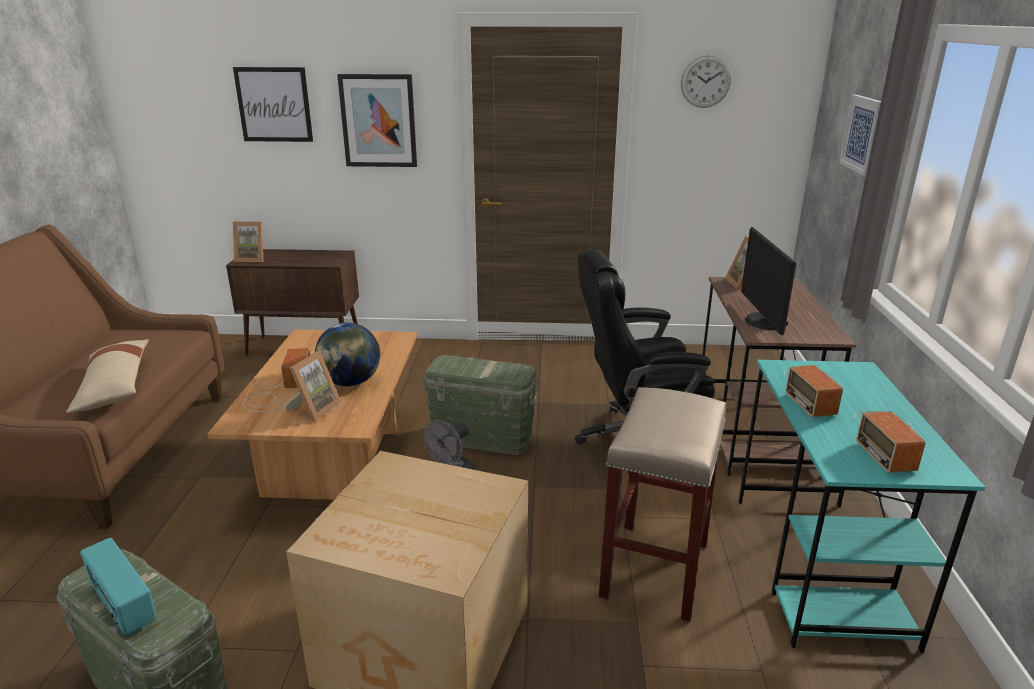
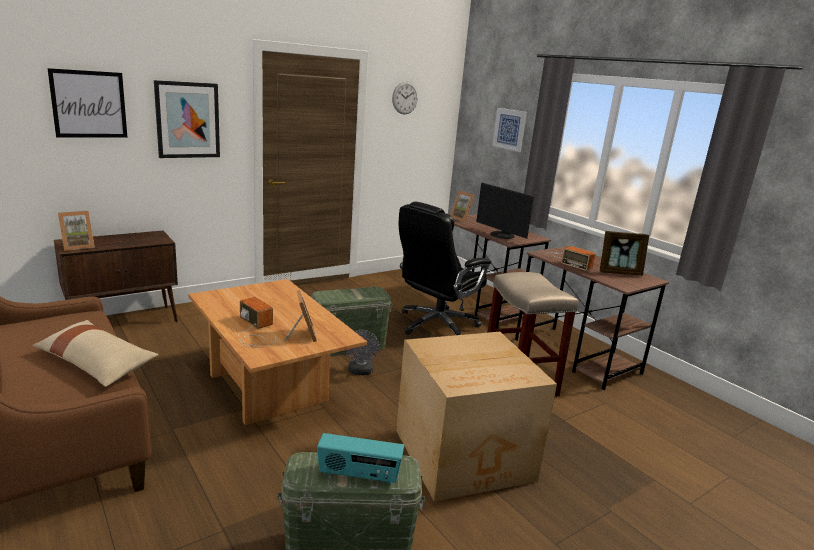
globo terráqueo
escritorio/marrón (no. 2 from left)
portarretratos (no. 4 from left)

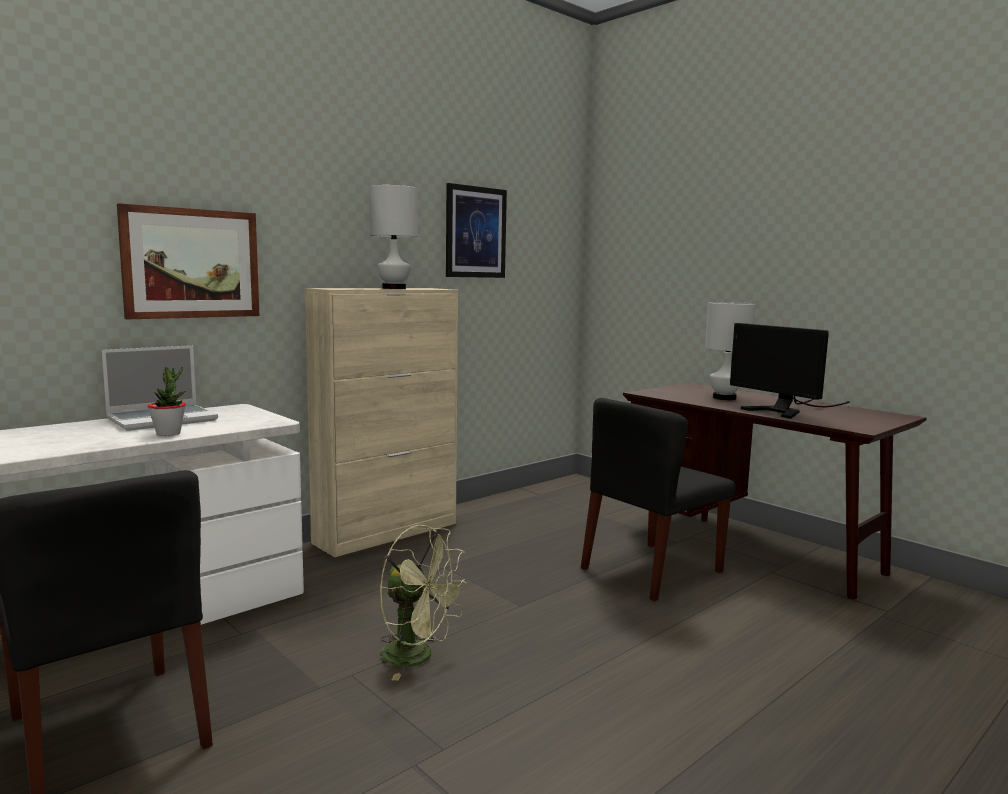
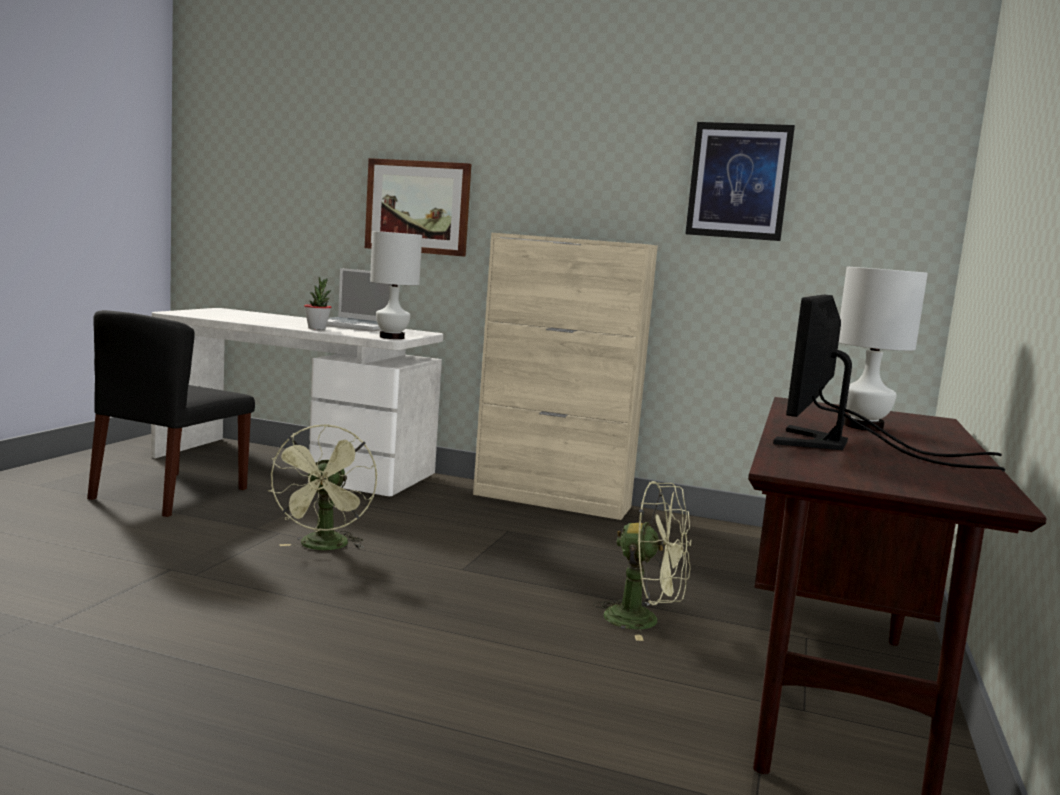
lámpara de mesa/blanco (no. 1 from left)
ventilador/verde (no. 2 from left)

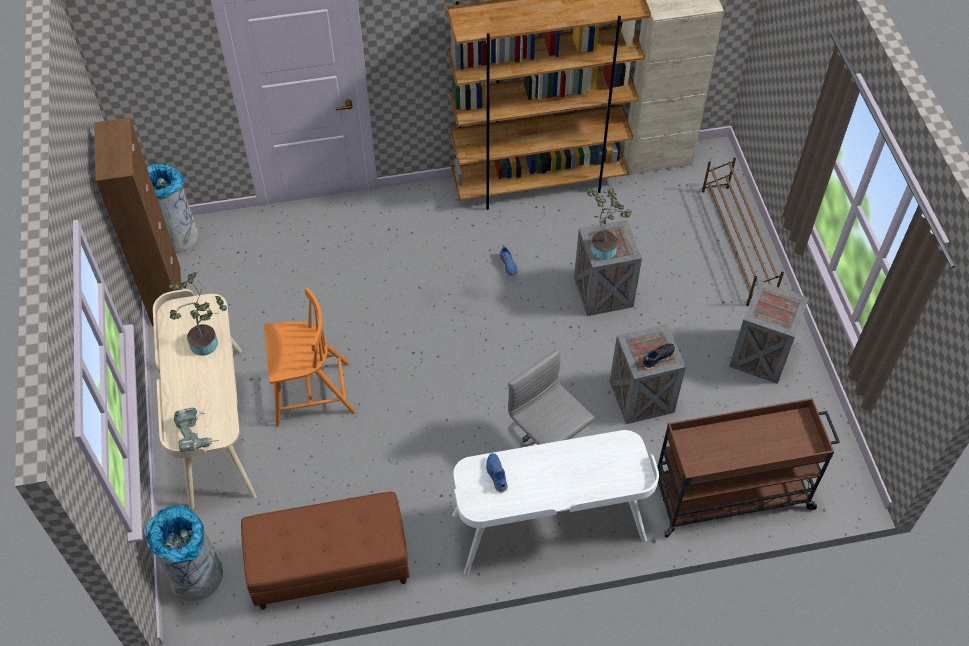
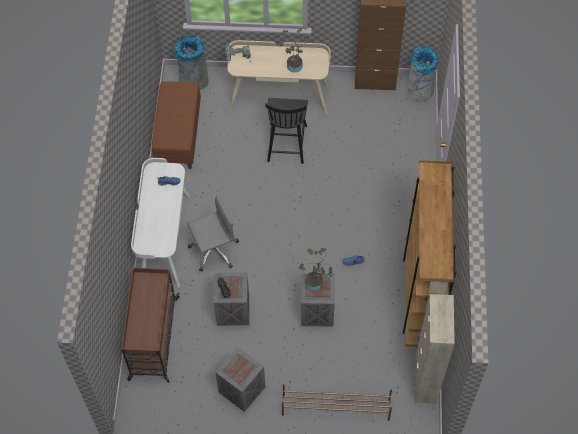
silla/negro

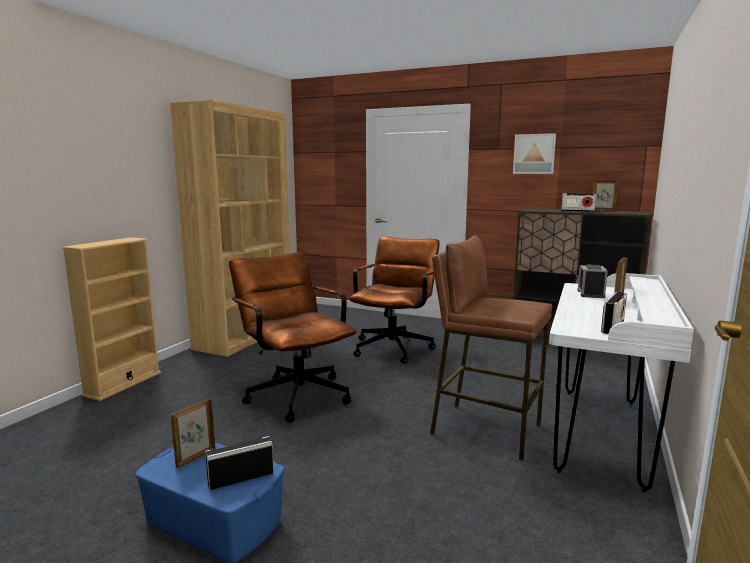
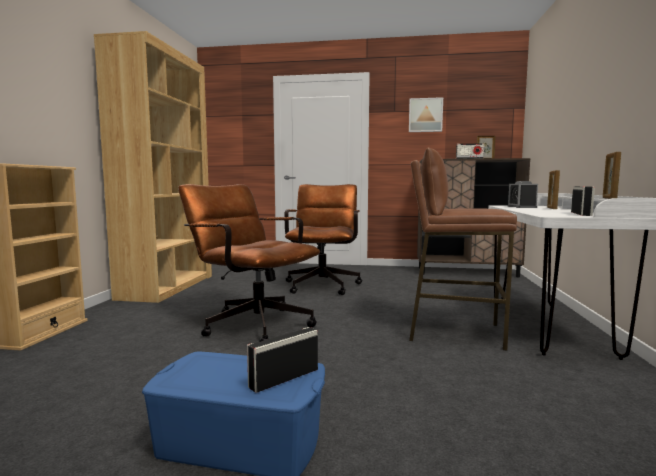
portarretratos (no. 3 from left)

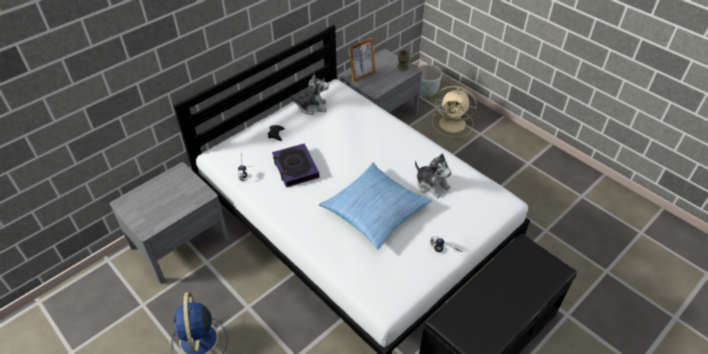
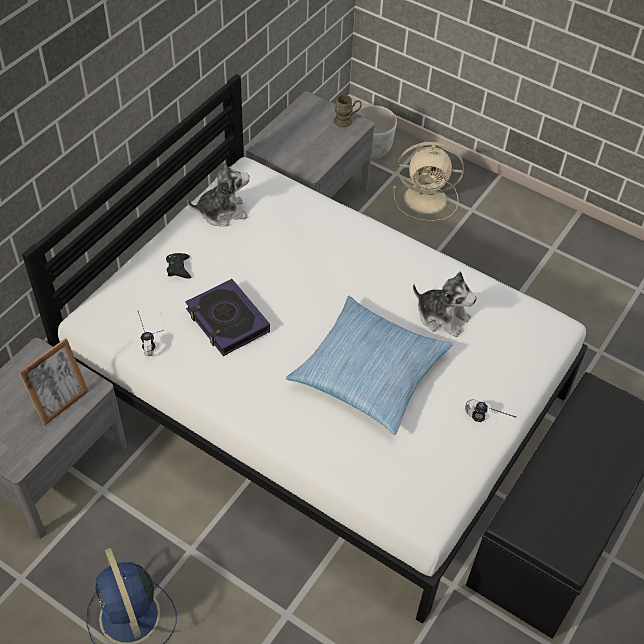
portarretratos

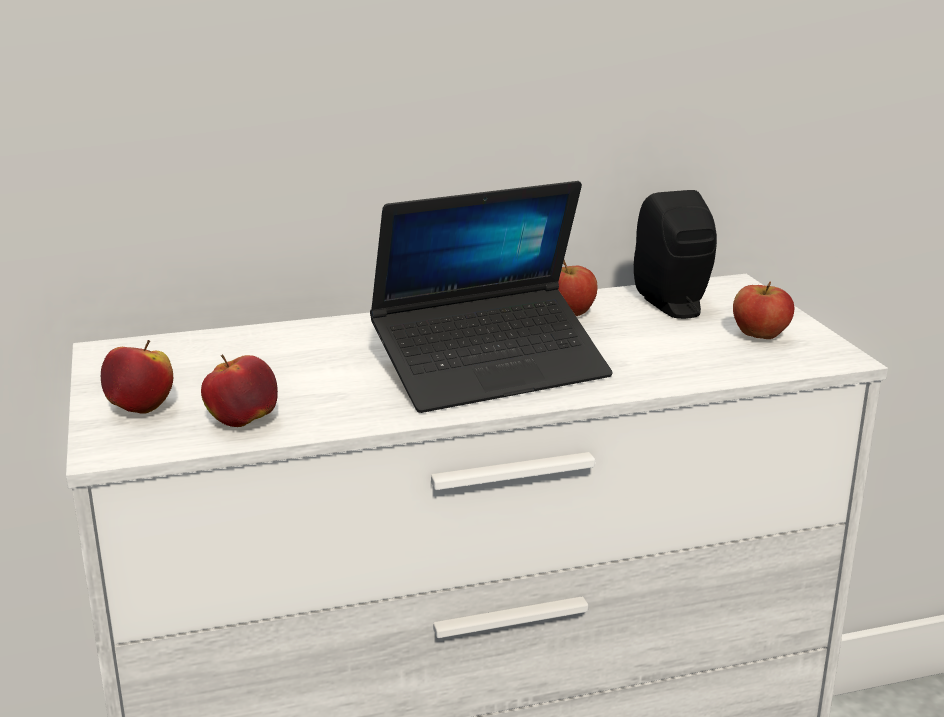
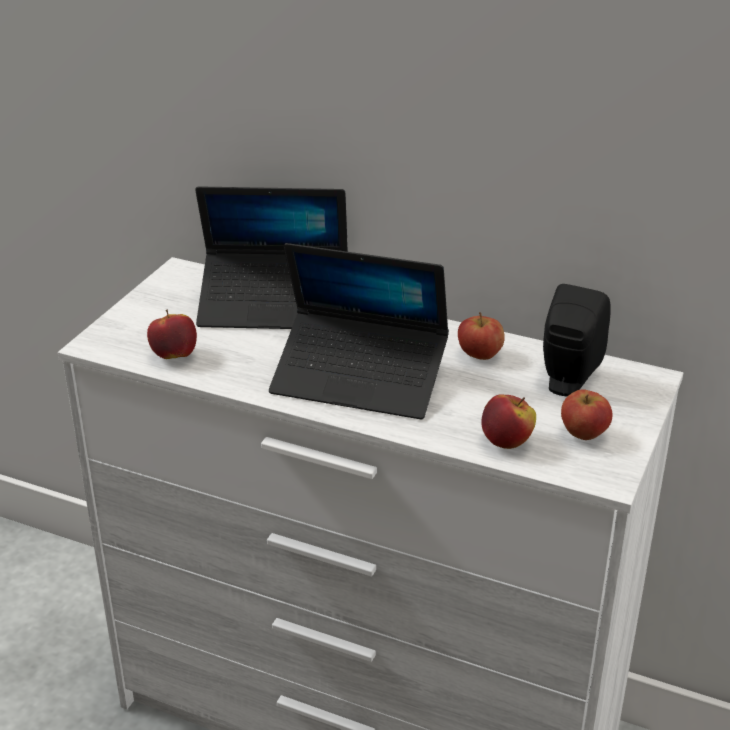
manzana (no. 3 from left)
portátil (no. 1 from left)

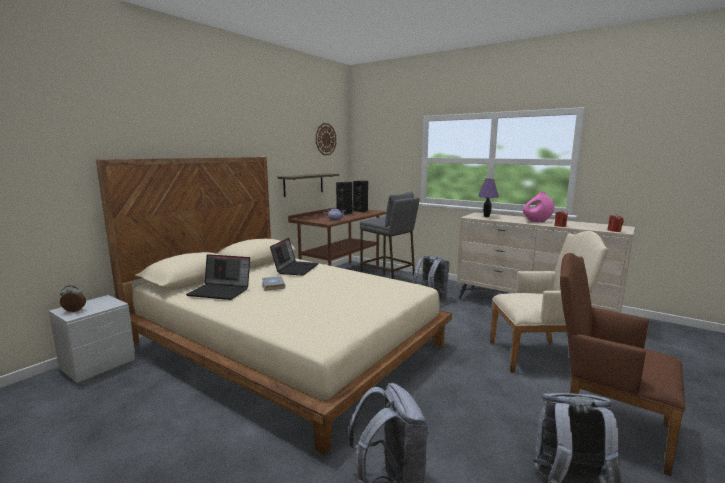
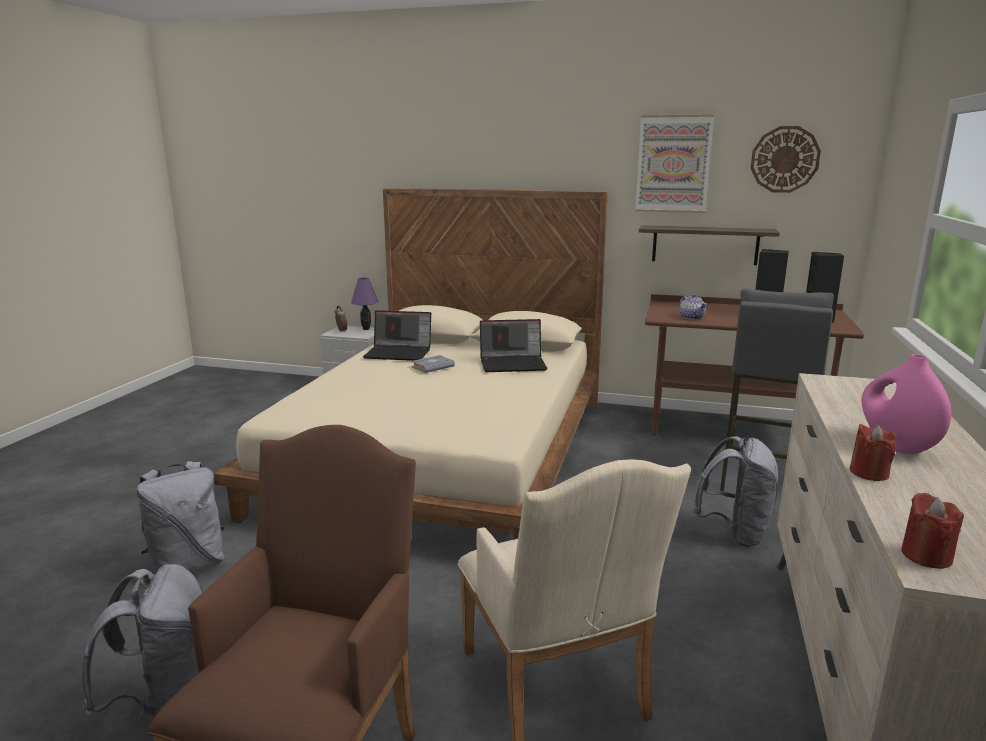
portátil (no. 1 from left)
lámpara de mesa/morado
cuadro

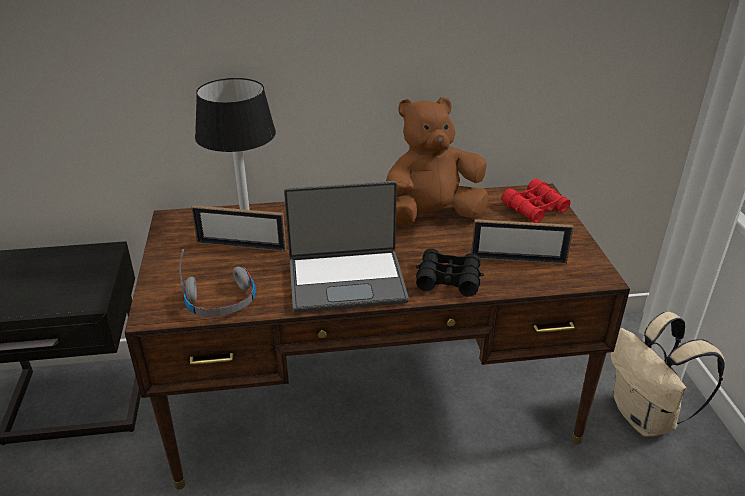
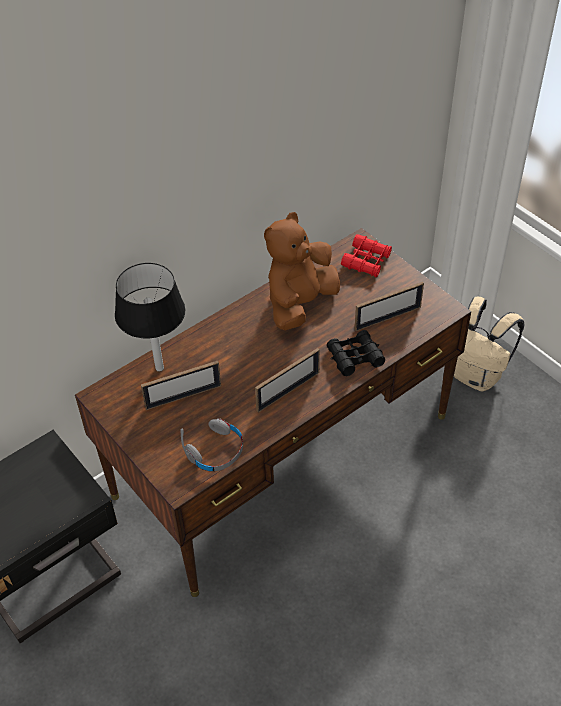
portarretratos (no. 2 from left)

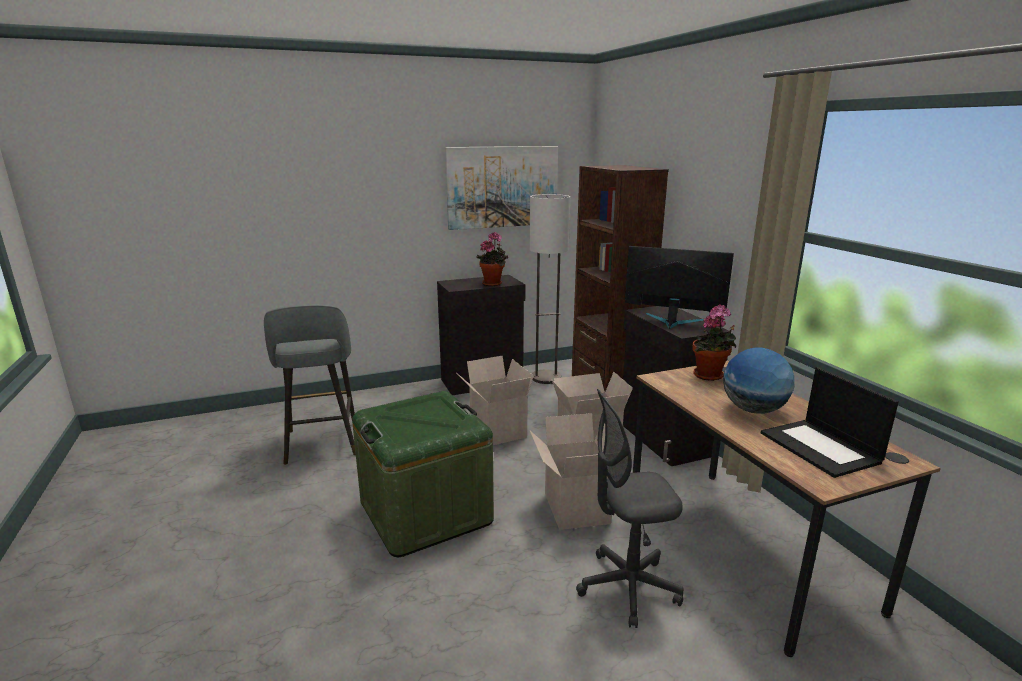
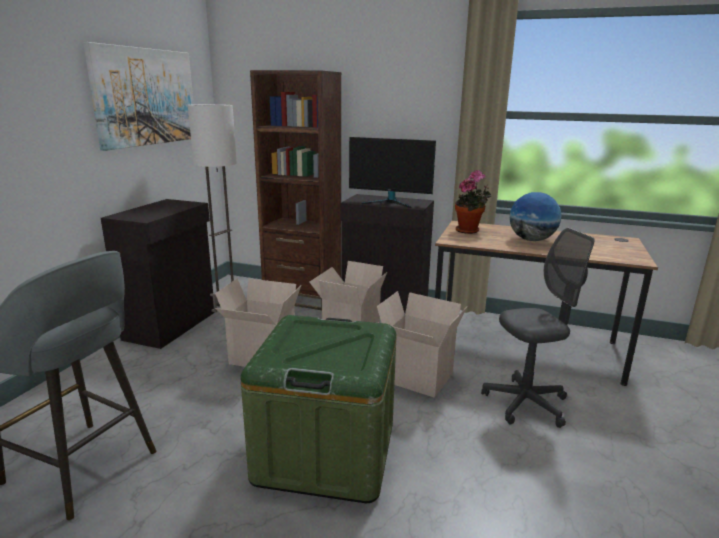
planta en maceta (no. 1 from left in the first image)
silla de oficina/gris
monitor
portátil

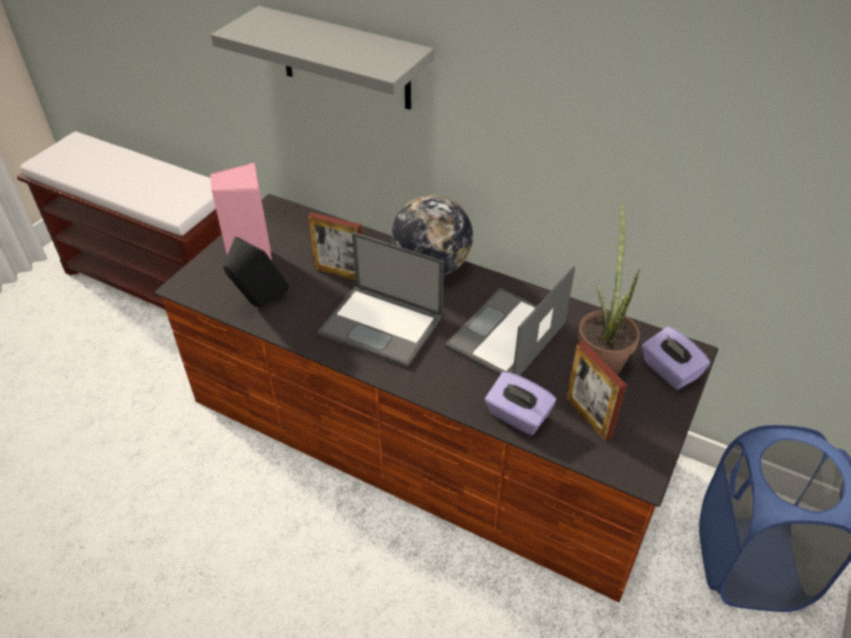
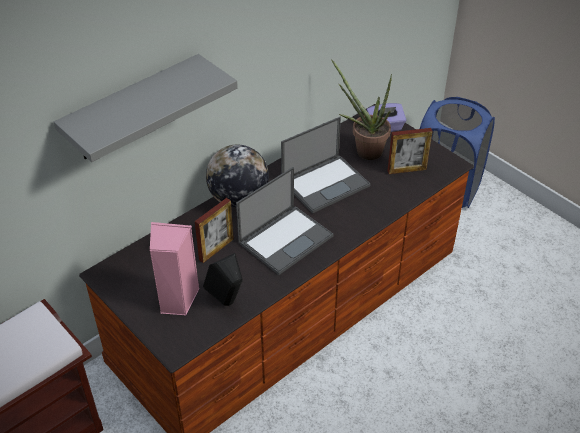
portátil (no. 2 from left)
caja de pañuelos/morado (no. 1 from left in the first image)

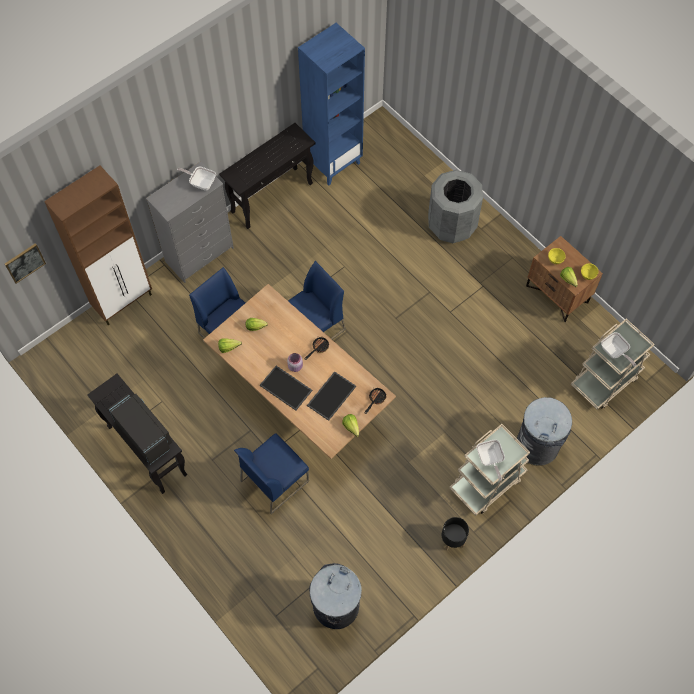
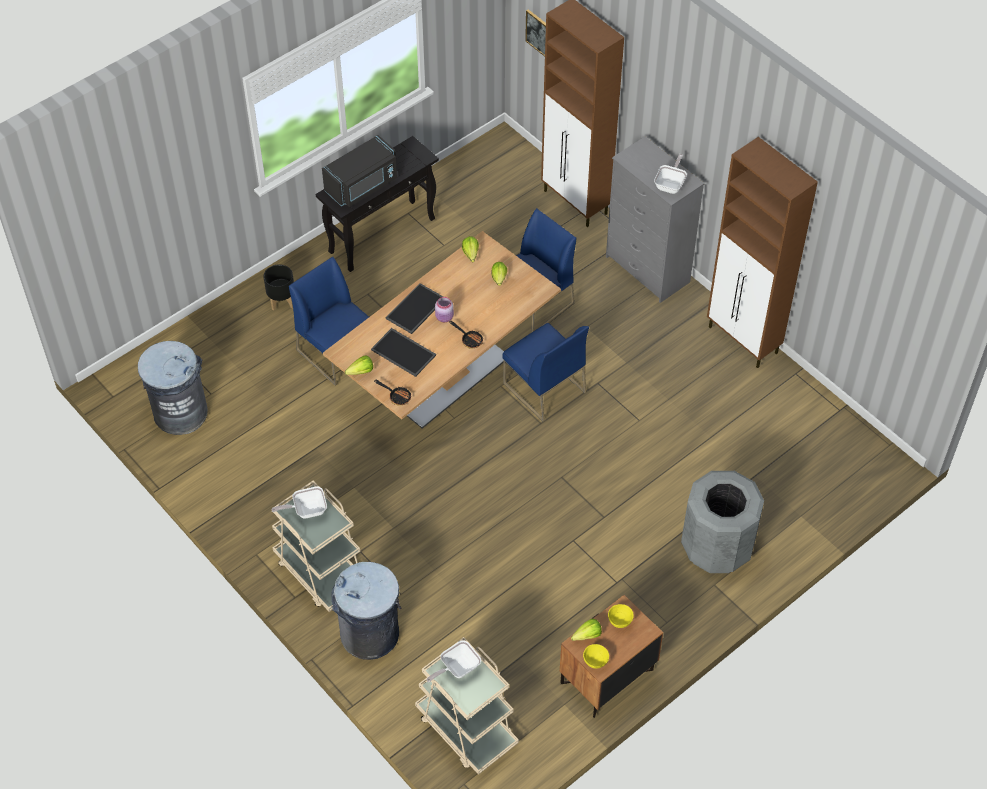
armario/marrón (no. 2 from left)
estantería/azul
maceta/negro

